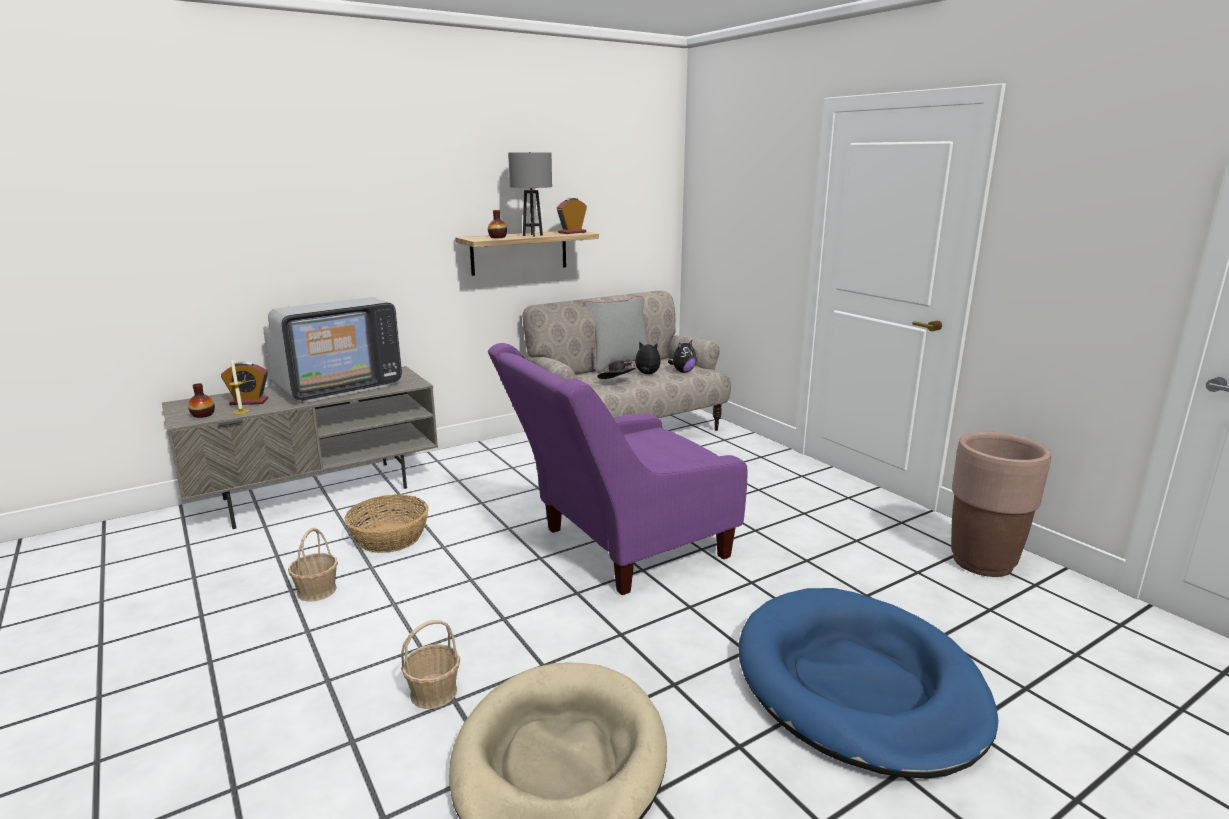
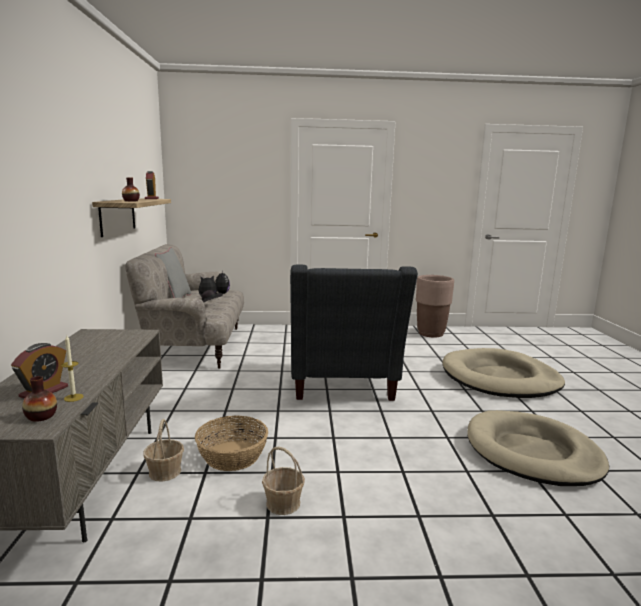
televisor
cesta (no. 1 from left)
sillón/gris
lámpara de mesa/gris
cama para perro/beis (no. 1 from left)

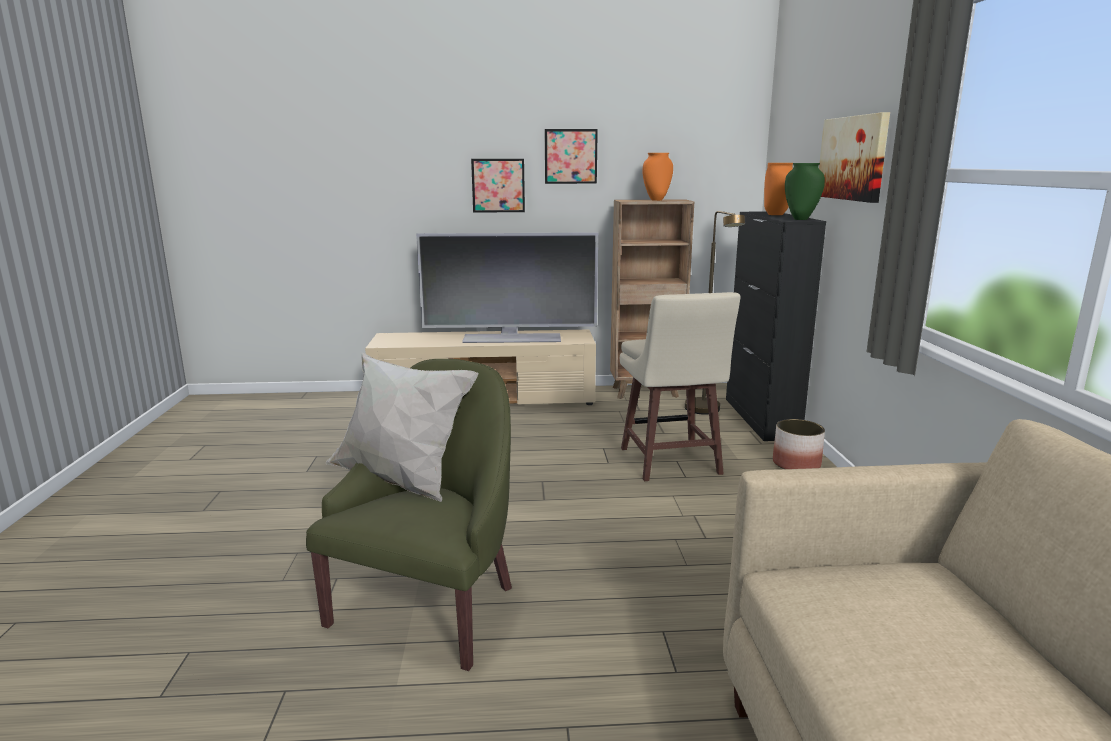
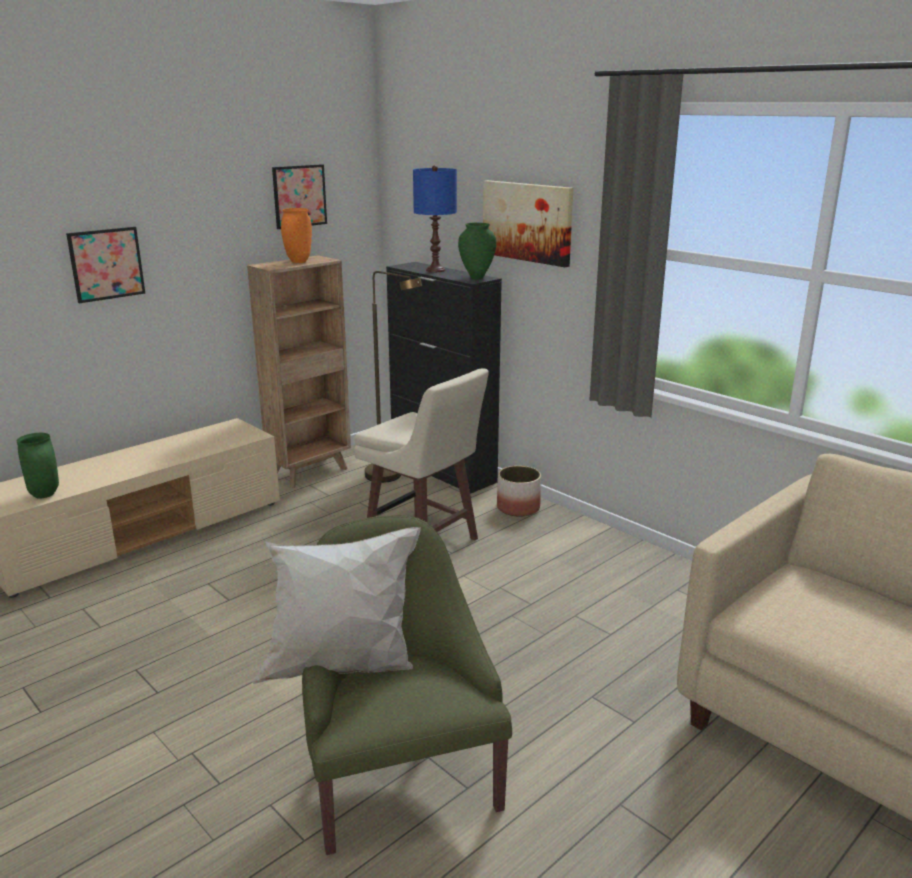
televisor
cuadro (no. 2 from left)
lámpara de mesa/azul
florero/verde (no. 1 from left)

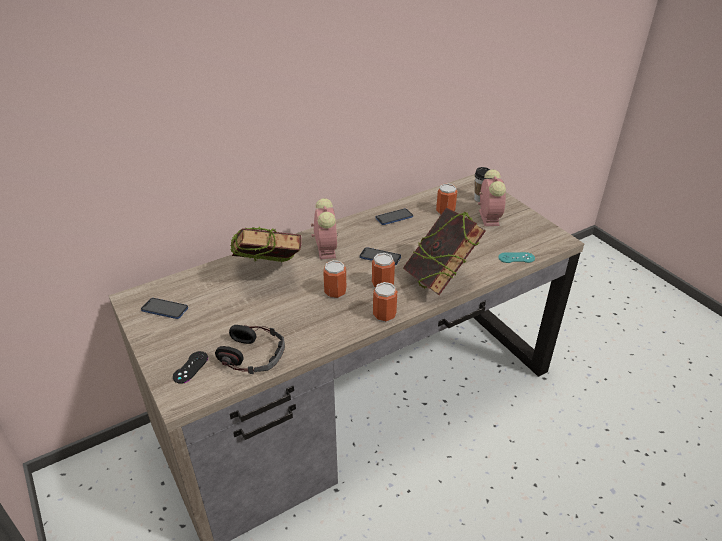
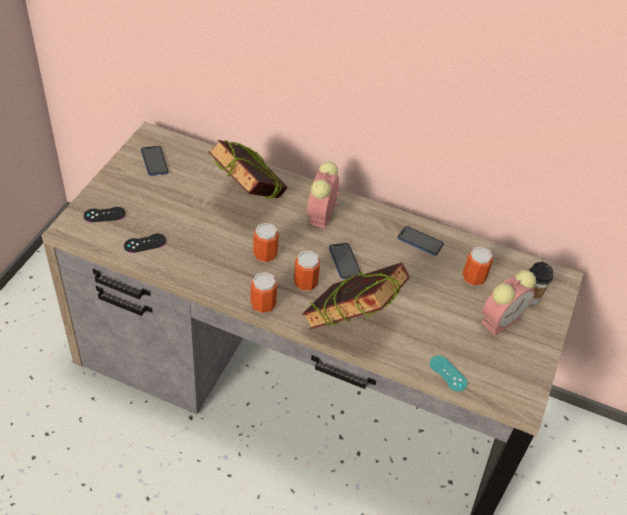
mando de consola/negro (no. 2 from left)
despertador (no. 1 from left)

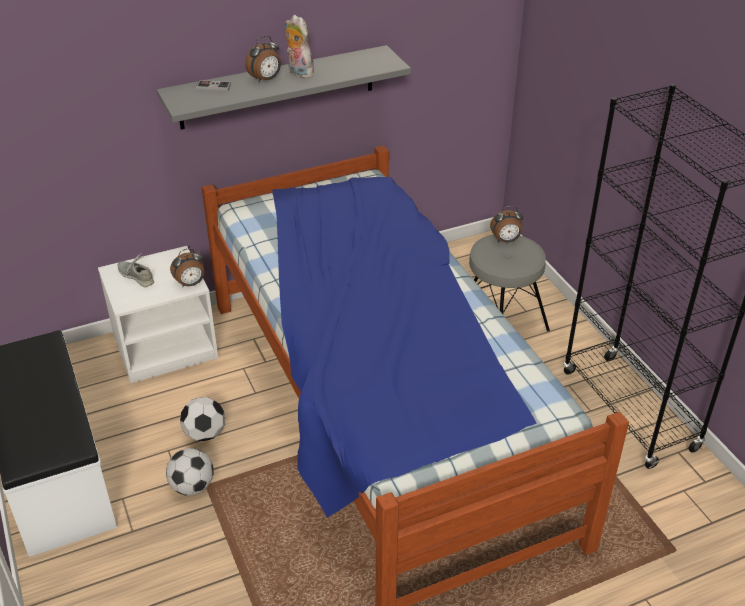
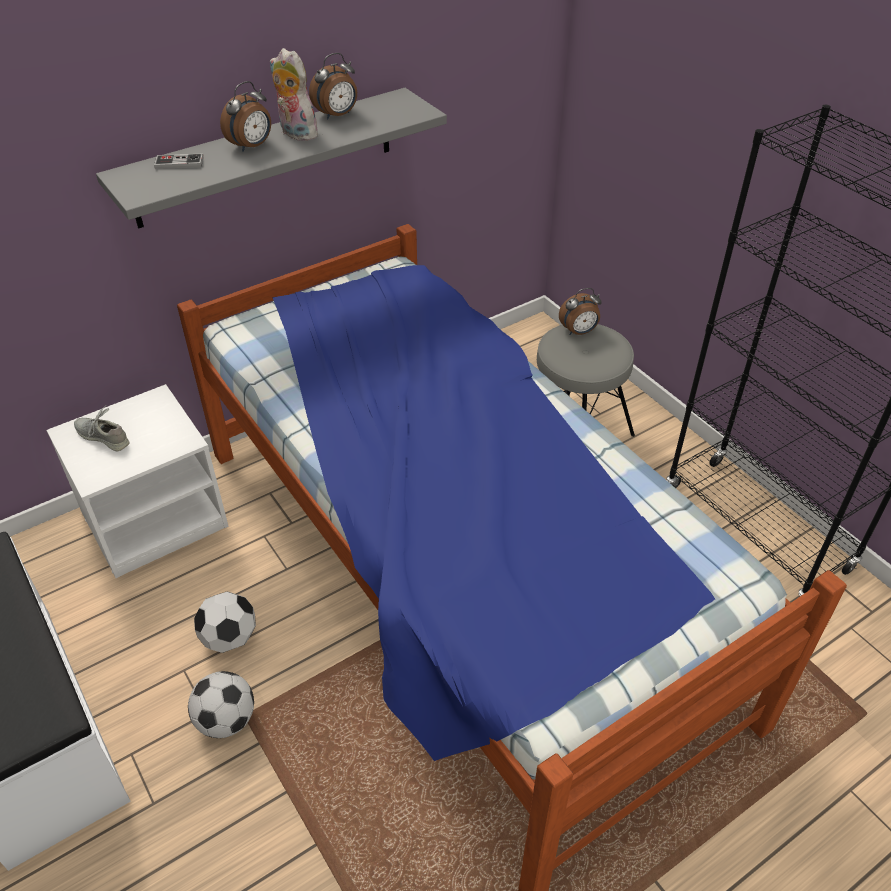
despertador (no. 2 from left)

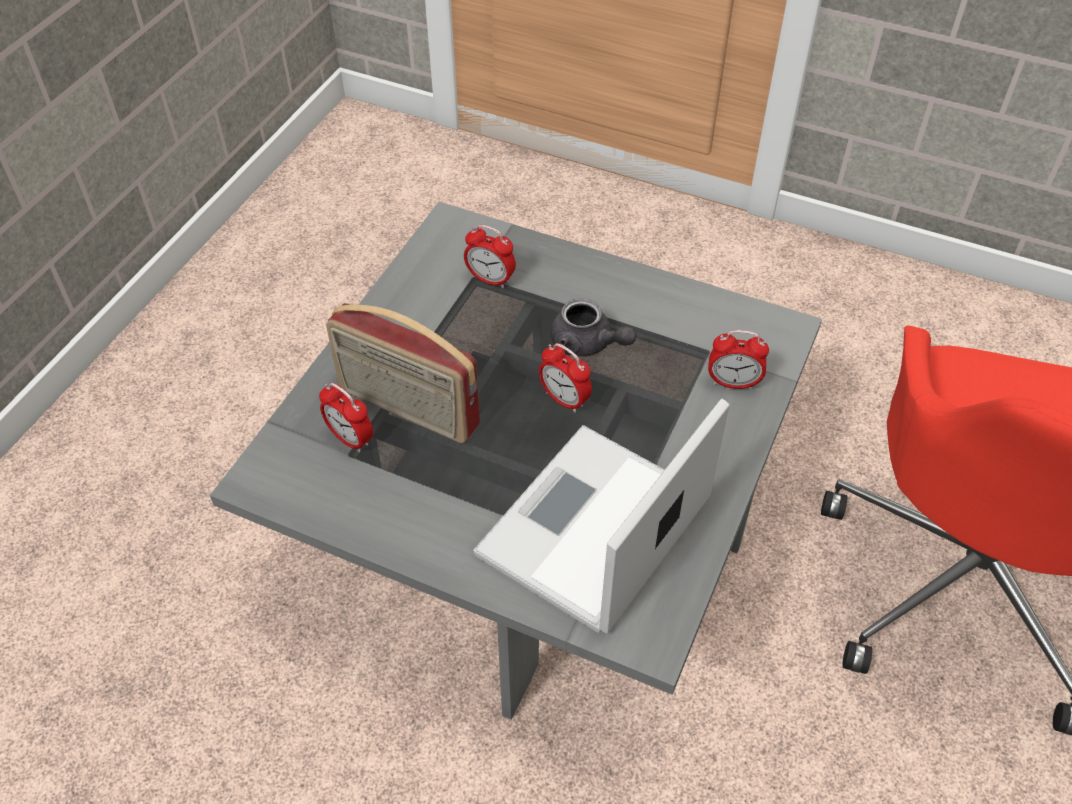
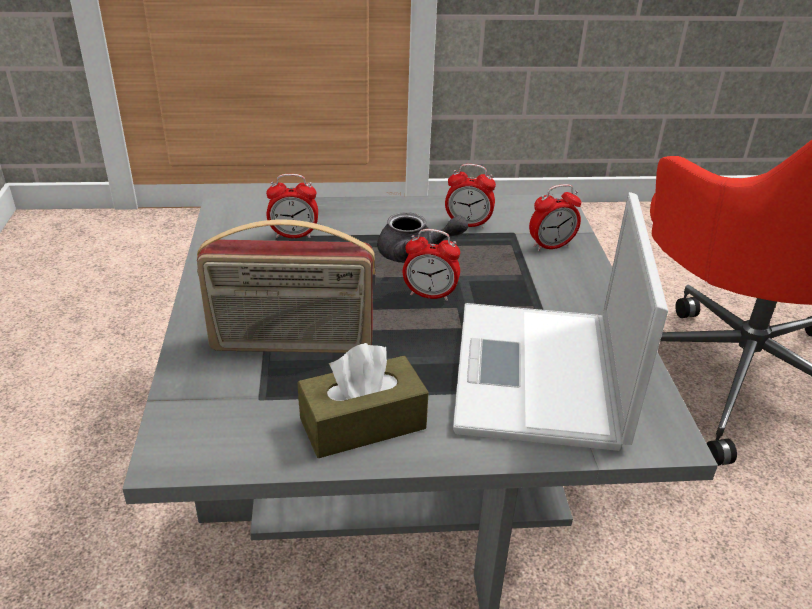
despertador (no. 3 from left)
caja de pañuelos/marrón

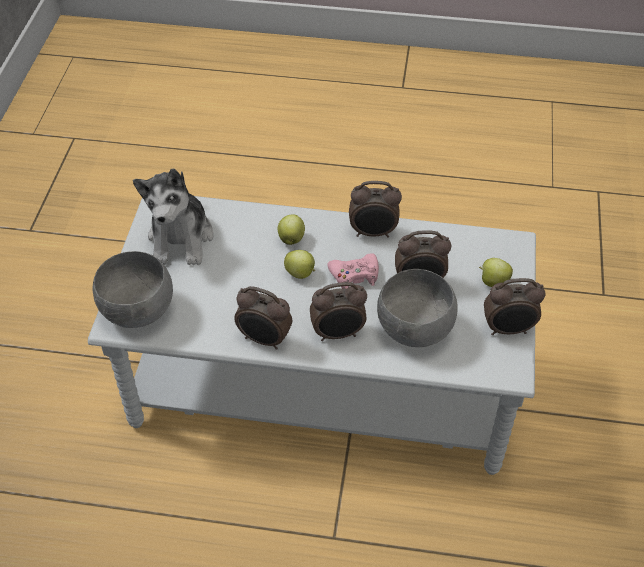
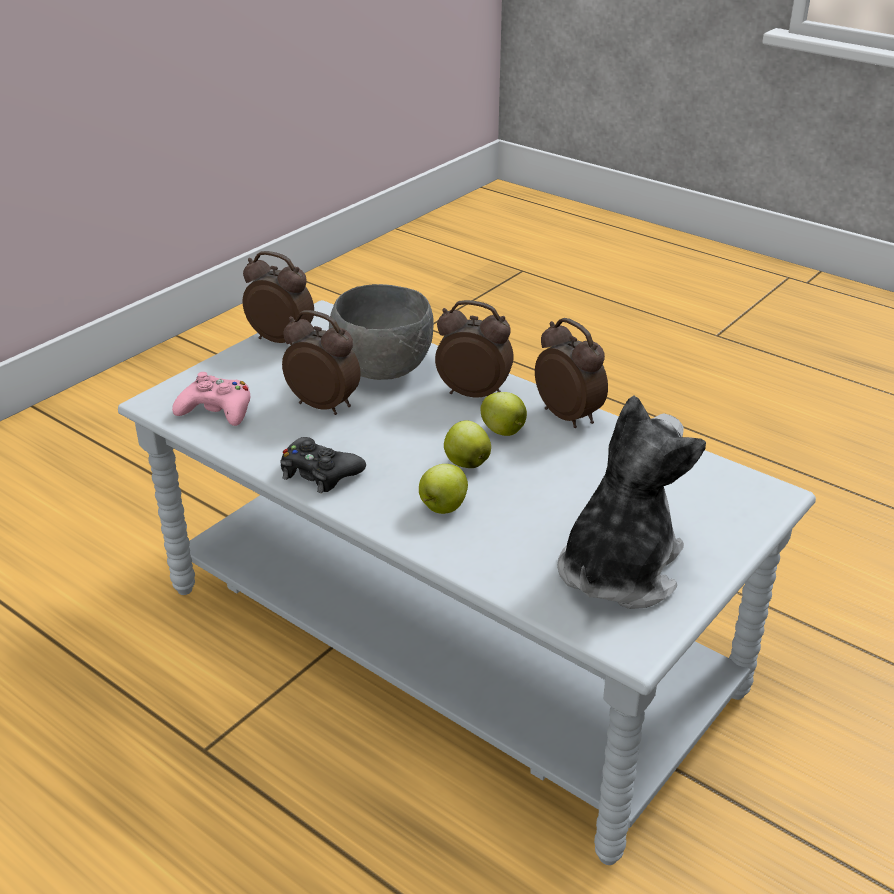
cuenco/gris (no. 1 from left in the first image)
mando de consola/rosa
mando de consola/negro
manzana (no. 3 from left)

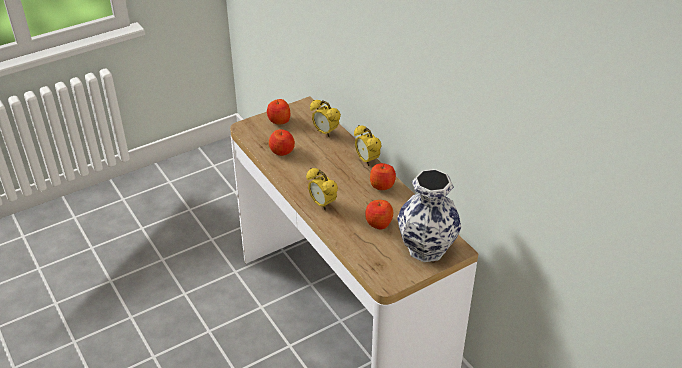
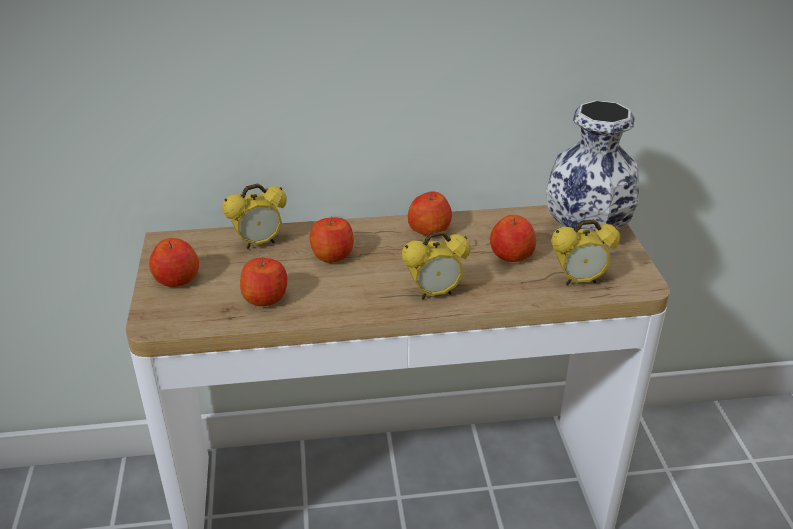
despertador (no. 3 from left)
manzana (no. 3 from left)

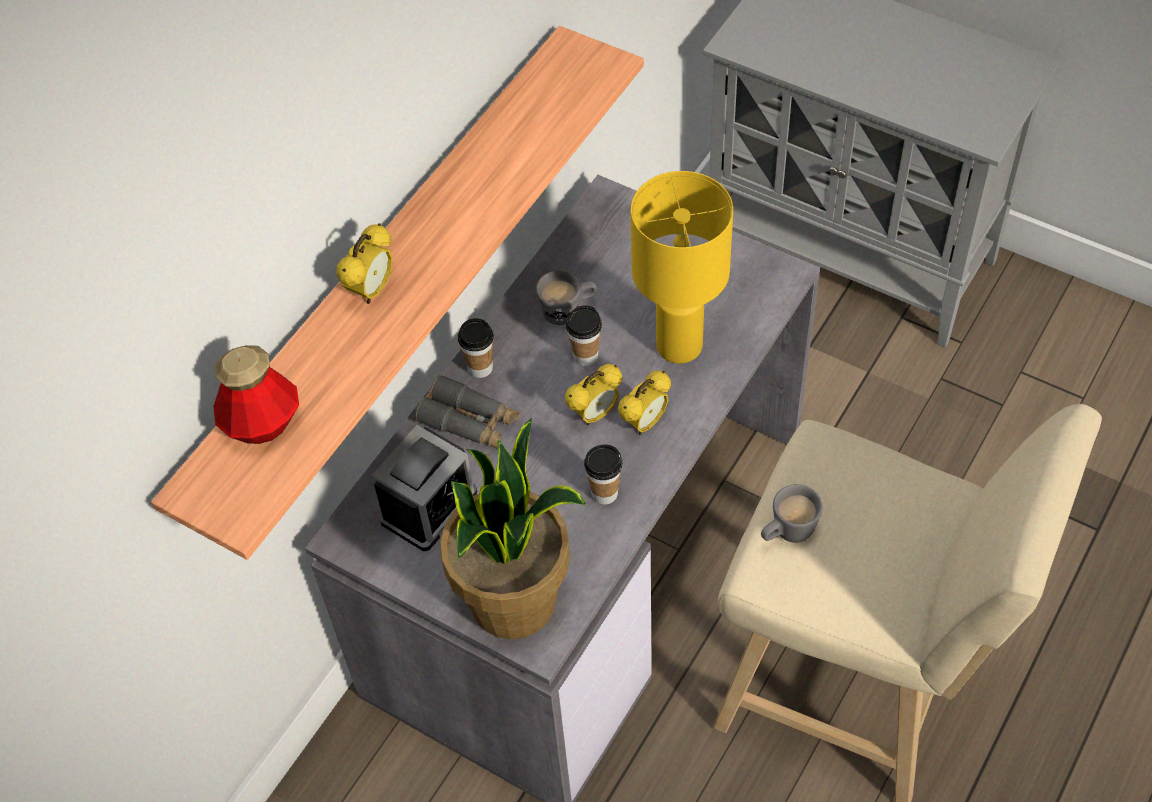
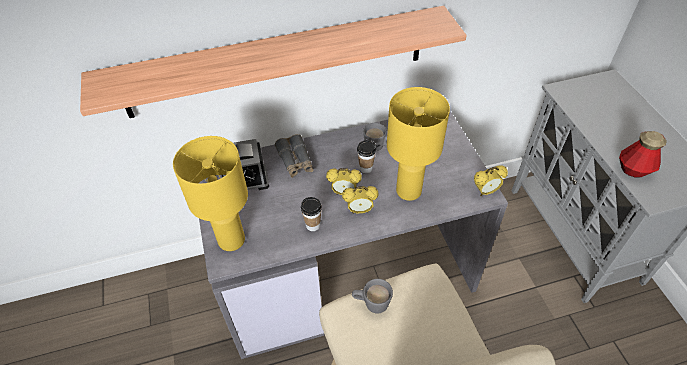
botella
despertador (no. 4 from left)
lámpara de mesa/amarillo (no. 1 from left)
taza (no. 1 from left in the first image)

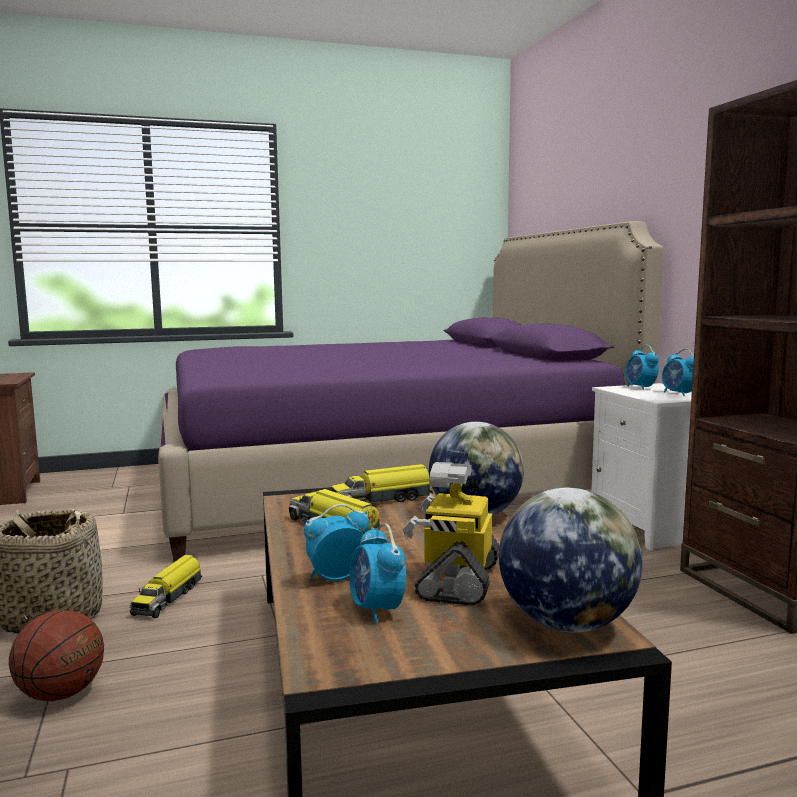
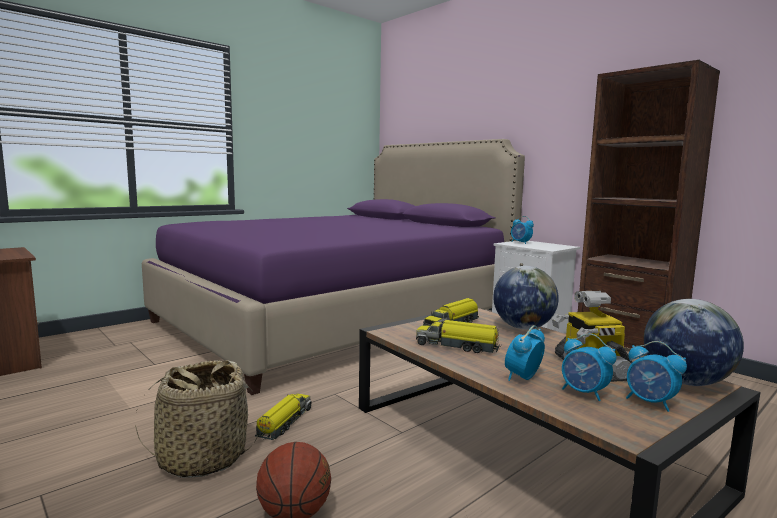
camión de juguete (no. 1 from left)
despertador (no. 4 from left)

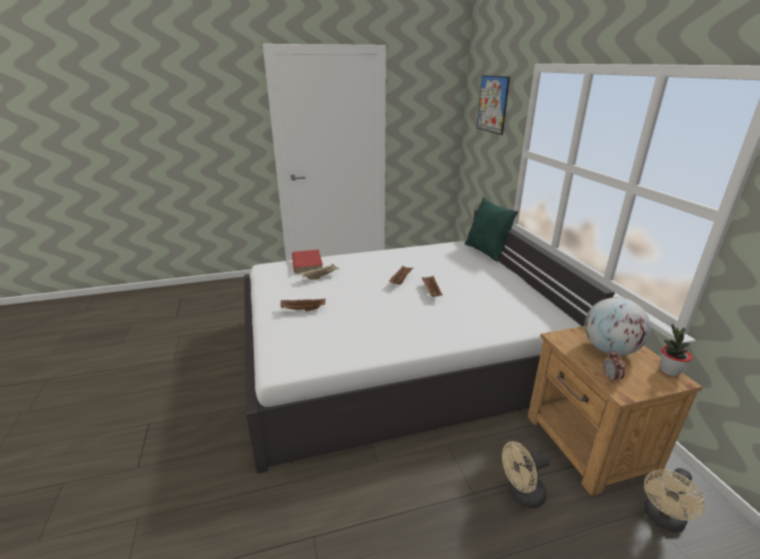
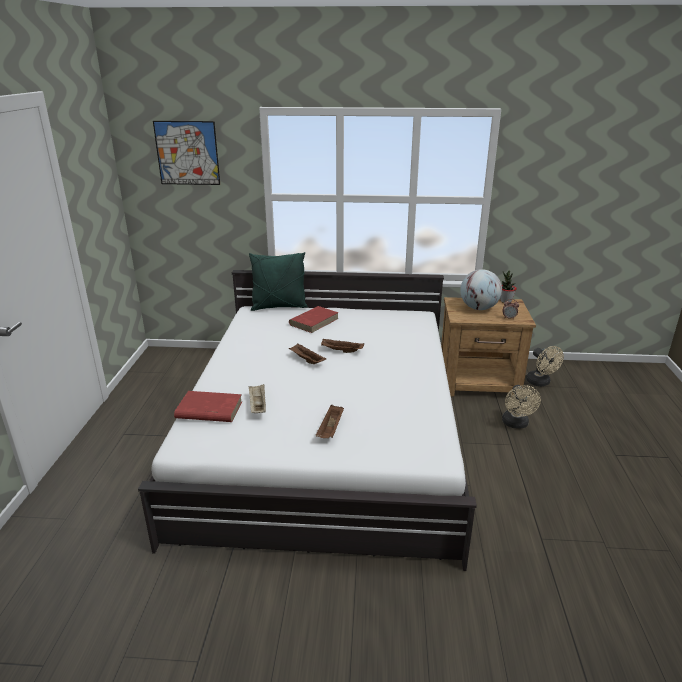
libro/rojo (no. 2 from left)

